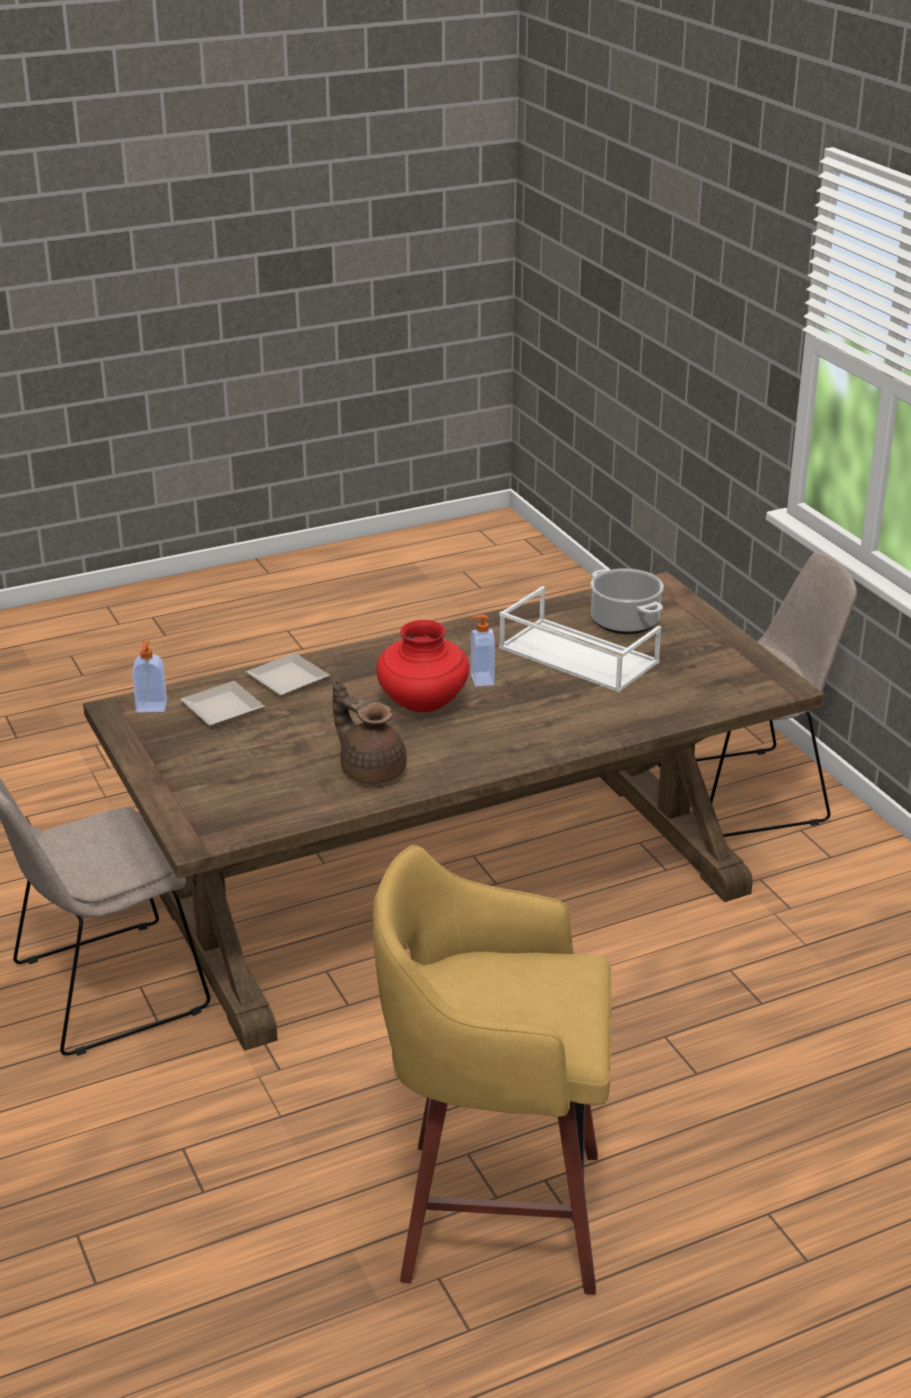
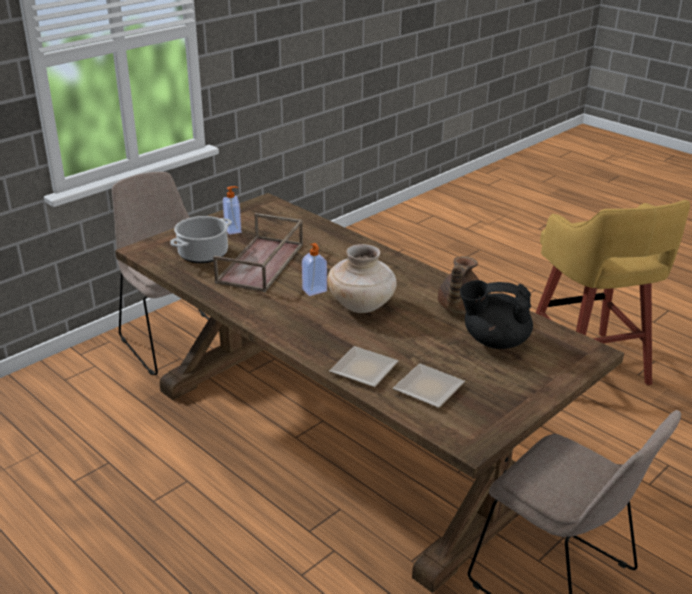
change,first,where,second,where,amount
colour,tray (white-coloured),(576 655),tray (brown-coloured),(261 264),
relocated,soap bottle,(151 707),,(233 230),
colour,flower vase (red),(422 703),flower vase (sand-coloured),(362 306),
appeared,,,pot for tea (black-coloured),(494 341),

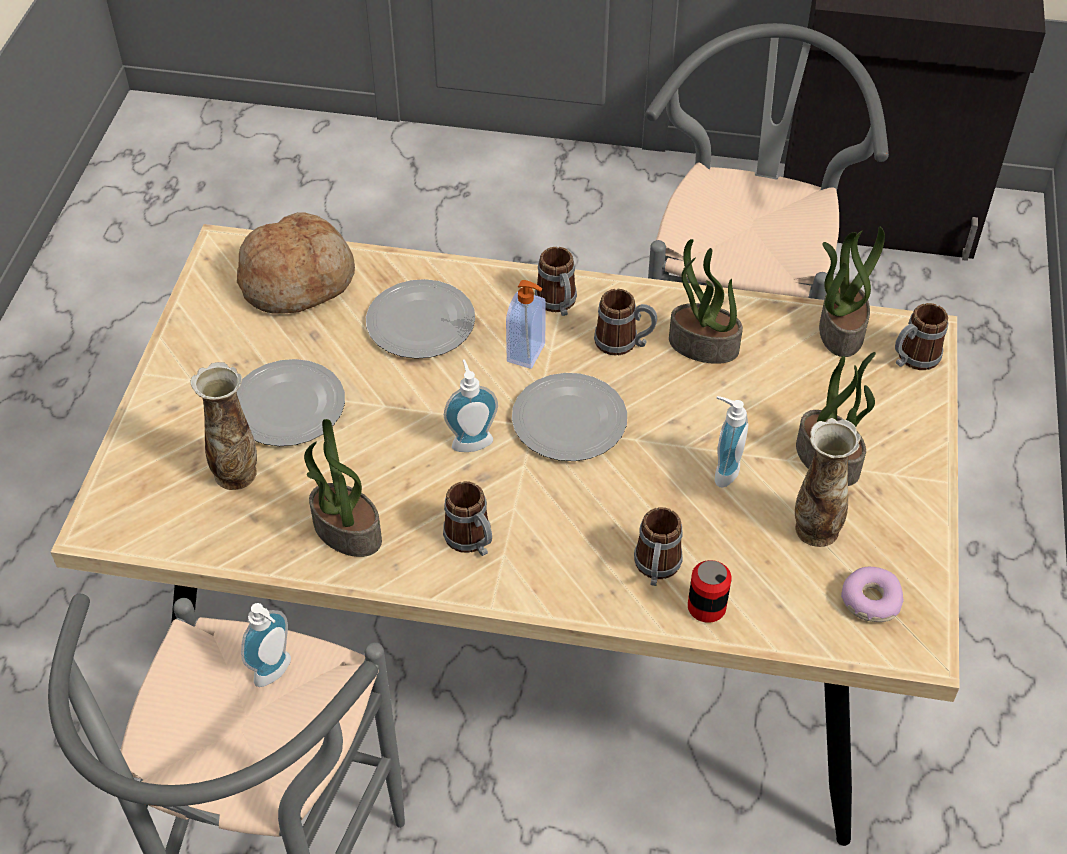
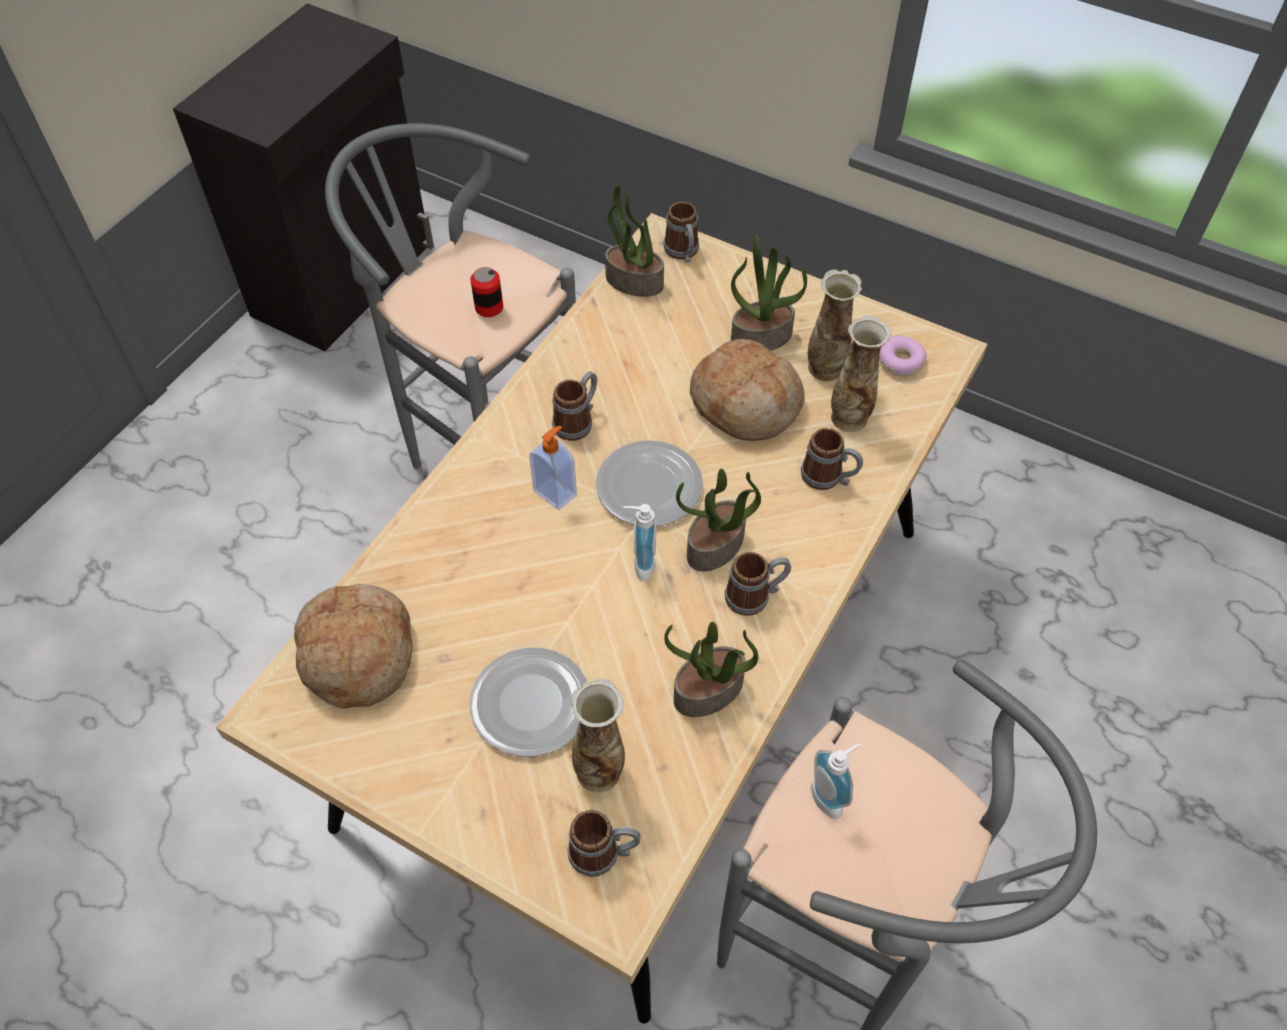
change,first,where,second,where,amount
relocated,metal can,(706 607),,(489 307),
relocated,mug,(558 304),,(603 853),
relocated,houseplant,(702 346),,(715 547),
exchanged,soap bottle,(722 470),bread,(746 403),
appeared,,,flower vase,(850 417),
missing,flat dish,(419 322),,,

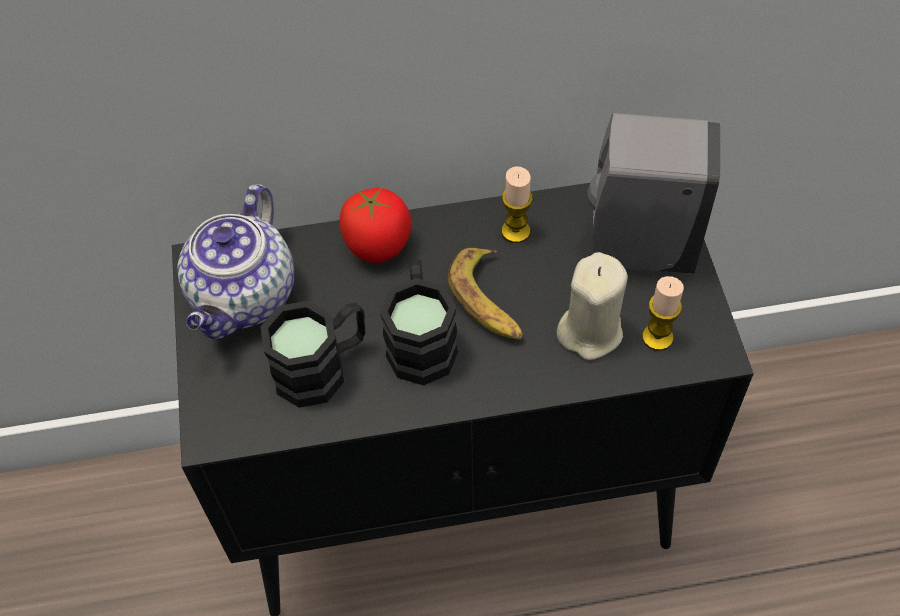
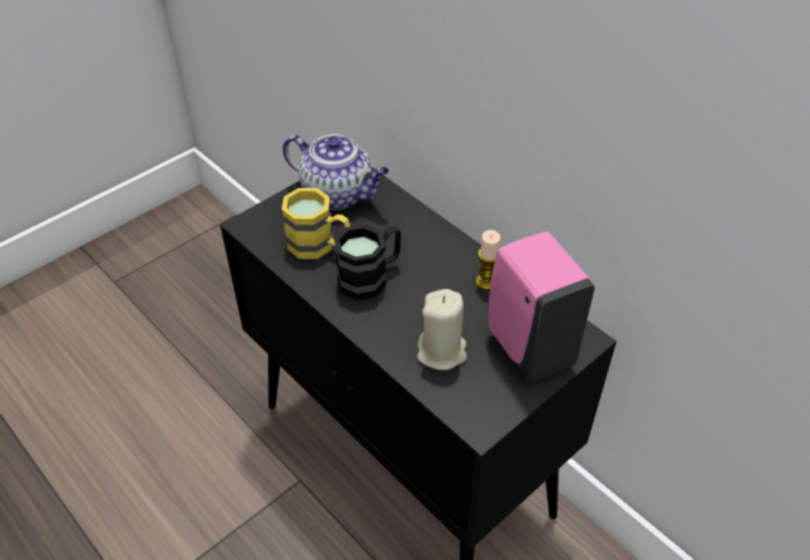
change,first,where,second,where,amount
colour,mug (black-coloured),(323 367),mug (yellow),(320 246),
spun,pot for tea,(244 299),,(339 194),135 degrees counterclockwise
colour,soap bottle (greyish),(636 248),soap bottle (pink-coloured),(528 347),
missing,whole tomato,(378 245),,,
missing,banana,(488 301),,,
missing,wax candle,(657 337),,,

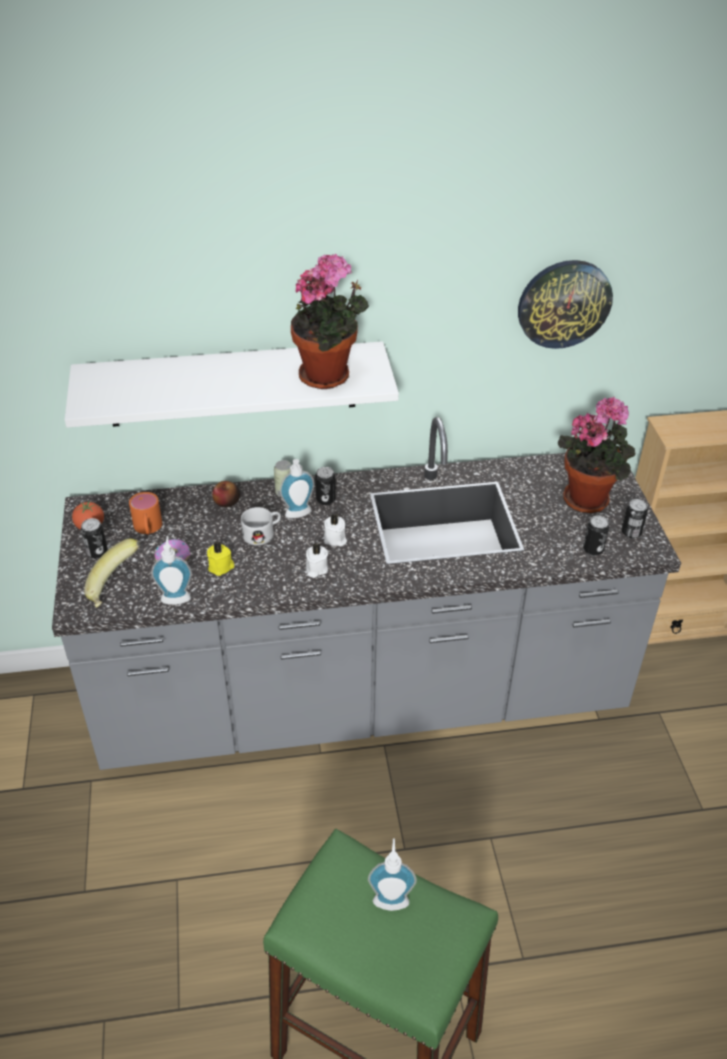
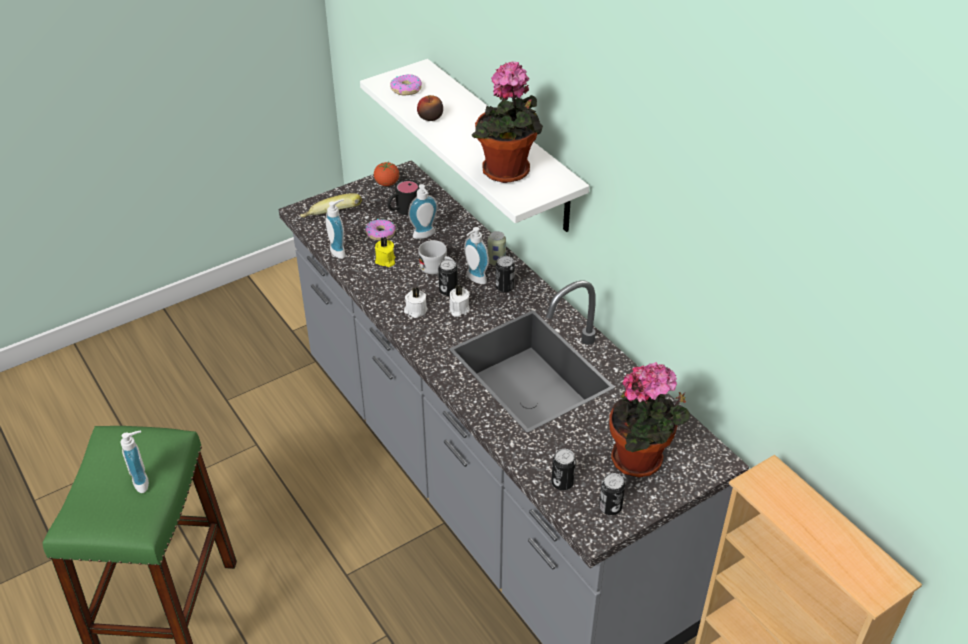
change,first,where,second,where,amount
colour,mug (orangey),(148 529),mug (black-coloured),(403 210),
appeared,,,doughnut,(406 89),
appeared,,,soap bottle,(425 236),
relocated,whole apple,(227 502),,(430 117),
relocated,metal can,(97 552),,(448 290),
missing,clock on the wall,(564 303),,,

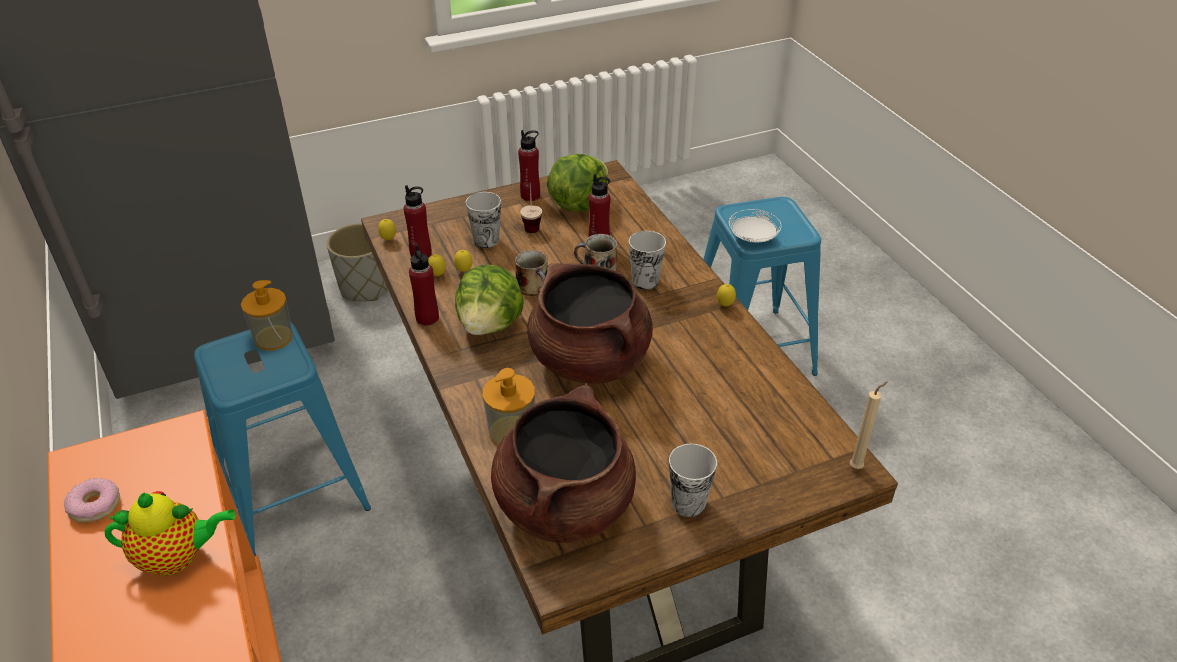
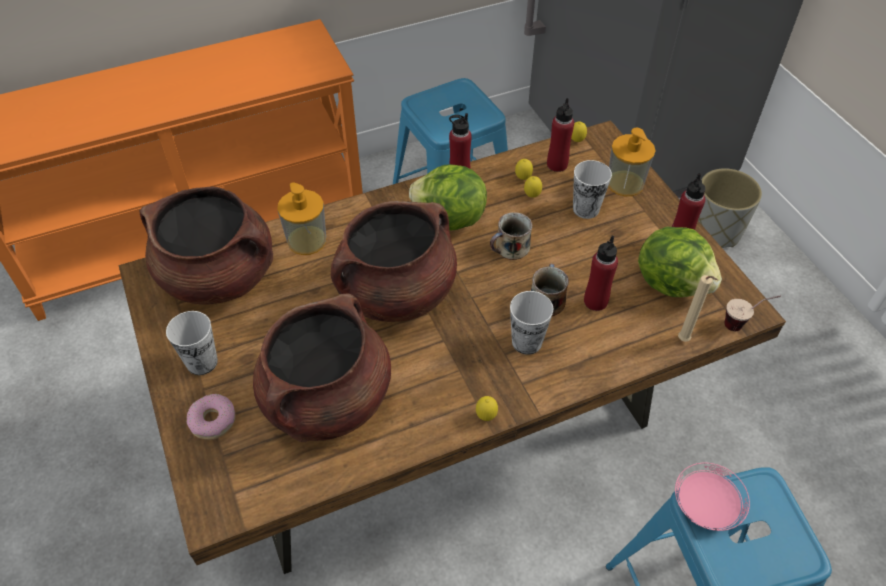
change,first,where,second,where,amount
relocated,doughnut,(95 506),,(212 420),
appeared,,,cooking pot (brown-coloured),(327 400),
relocated,soap bottle,(273 338),,(625 183),
colour,flat dish (white-coloured),(753 238),flat dish (pink-coloured),(705 506),
relocated,wax candle (sand-coloured),(857 466),,(684 341),
relocated,small cup,(531 224),,(743 324),
missing,pot for tea,(178 557),,,

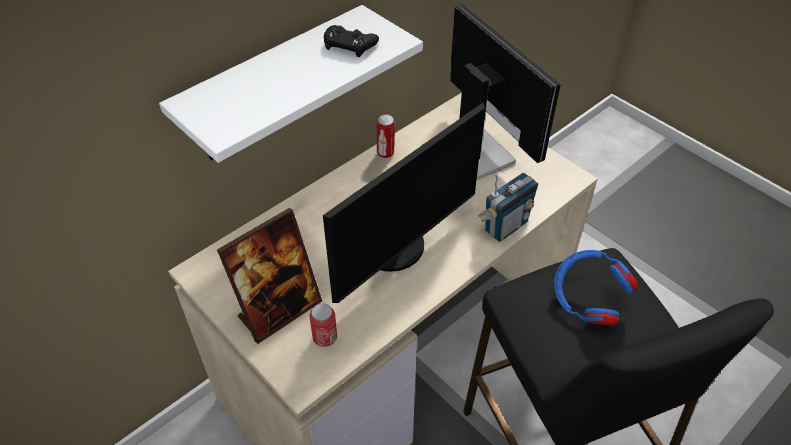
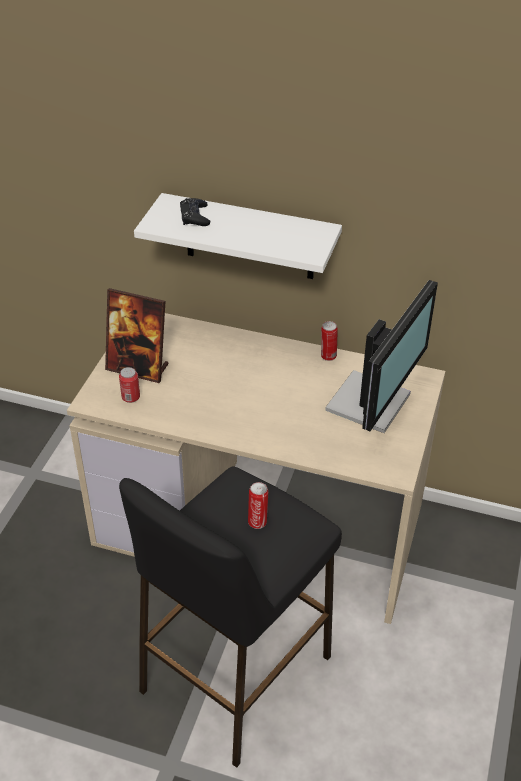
change,first,where,second,where,amount
relocated,joypad (black-coloured),(349 44),,(195 216),
exchanged,pair of headphones (bluish),(587 302),metal can,(257 521),
missing,computer display,(396 249),,,
missing,radio set,(505 226),,,

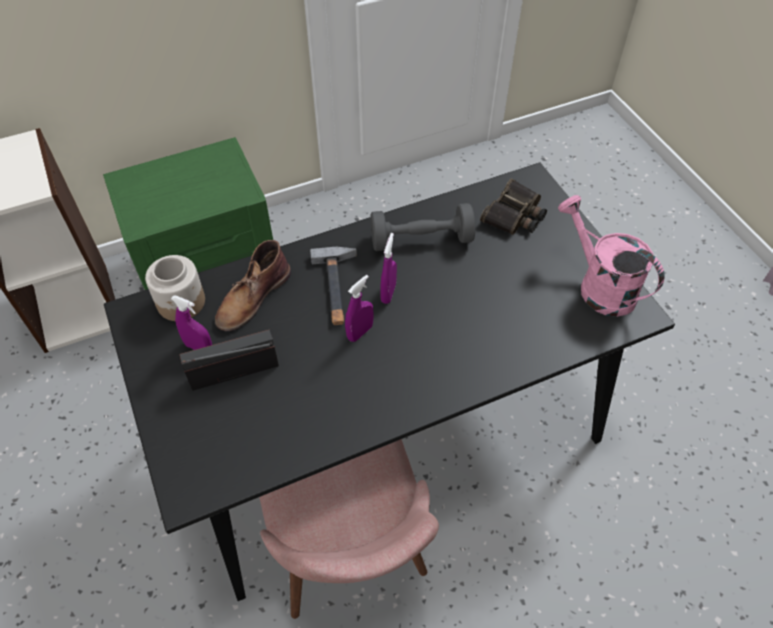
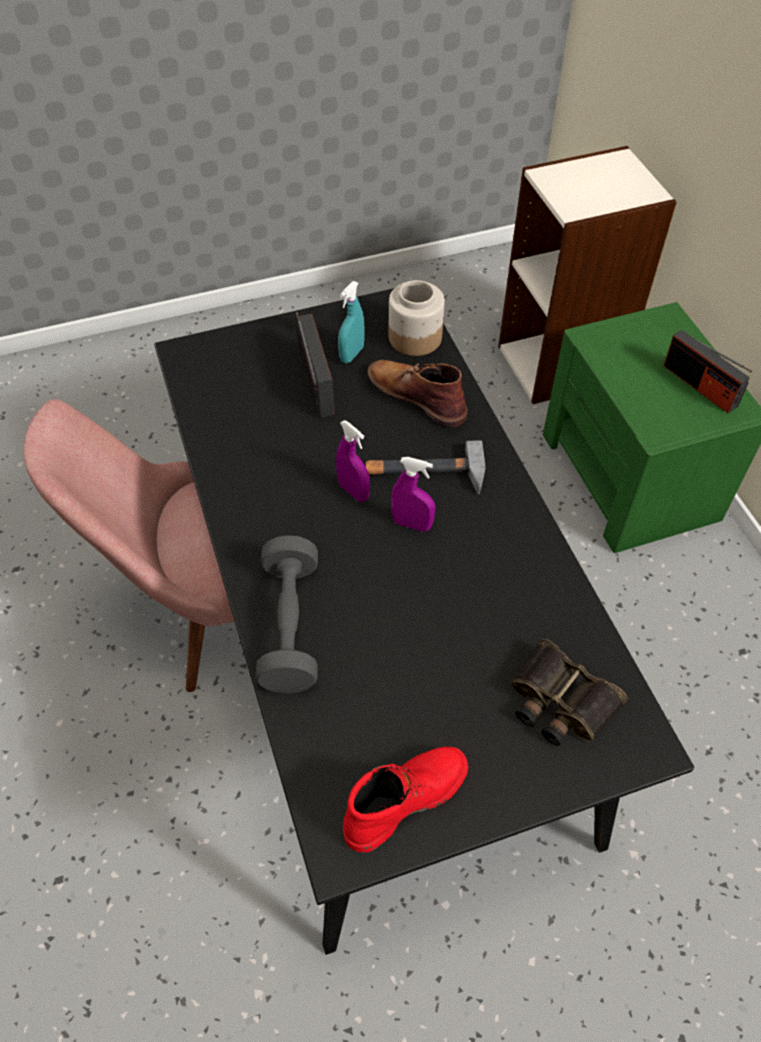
change,first,where,second,where,amount
relocated,free weight (greyish),(421 240),,(290 627),
colour,sprayer (purple),(199 347),sprayer (turquoise),(352 354),
exchanged,watering can (pink-coloured),(599 286),boot (red),(404 798),
appeared,,,radio set,(700 386),

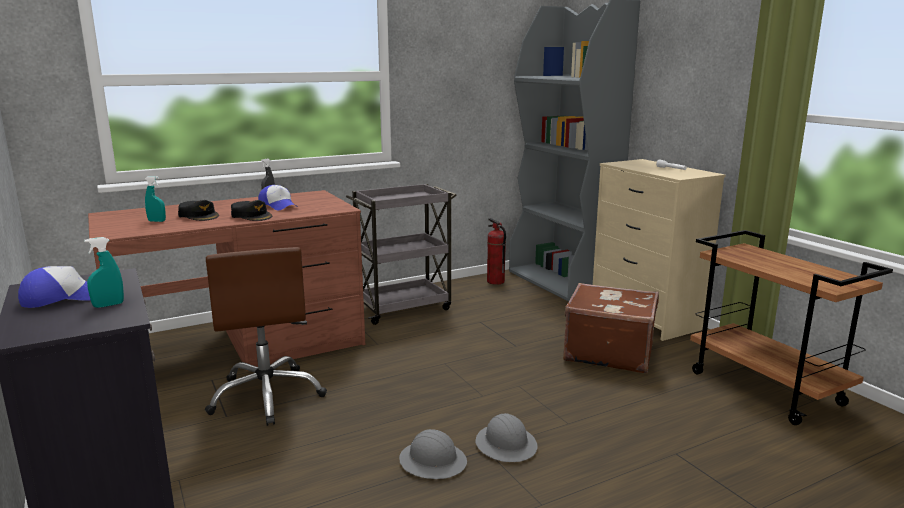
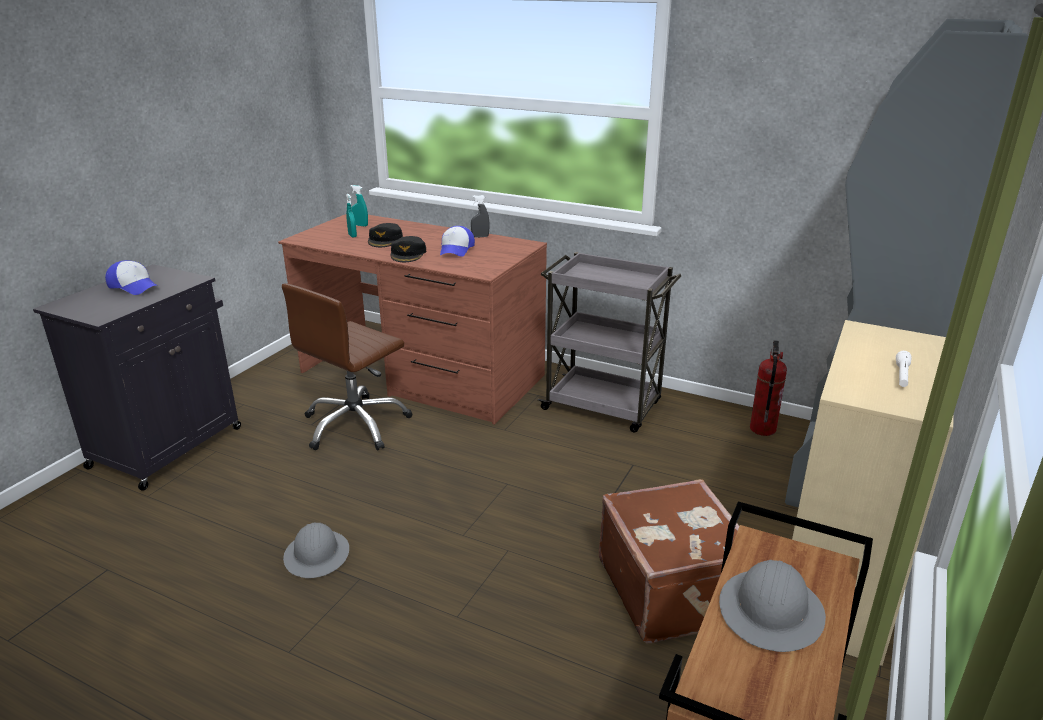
change,first,where,second,where,amount
relocated,sprayer (turquoise),(108 305),,(360 225),
relocated,hard hat (greyish),(506 445),,(771 611),

